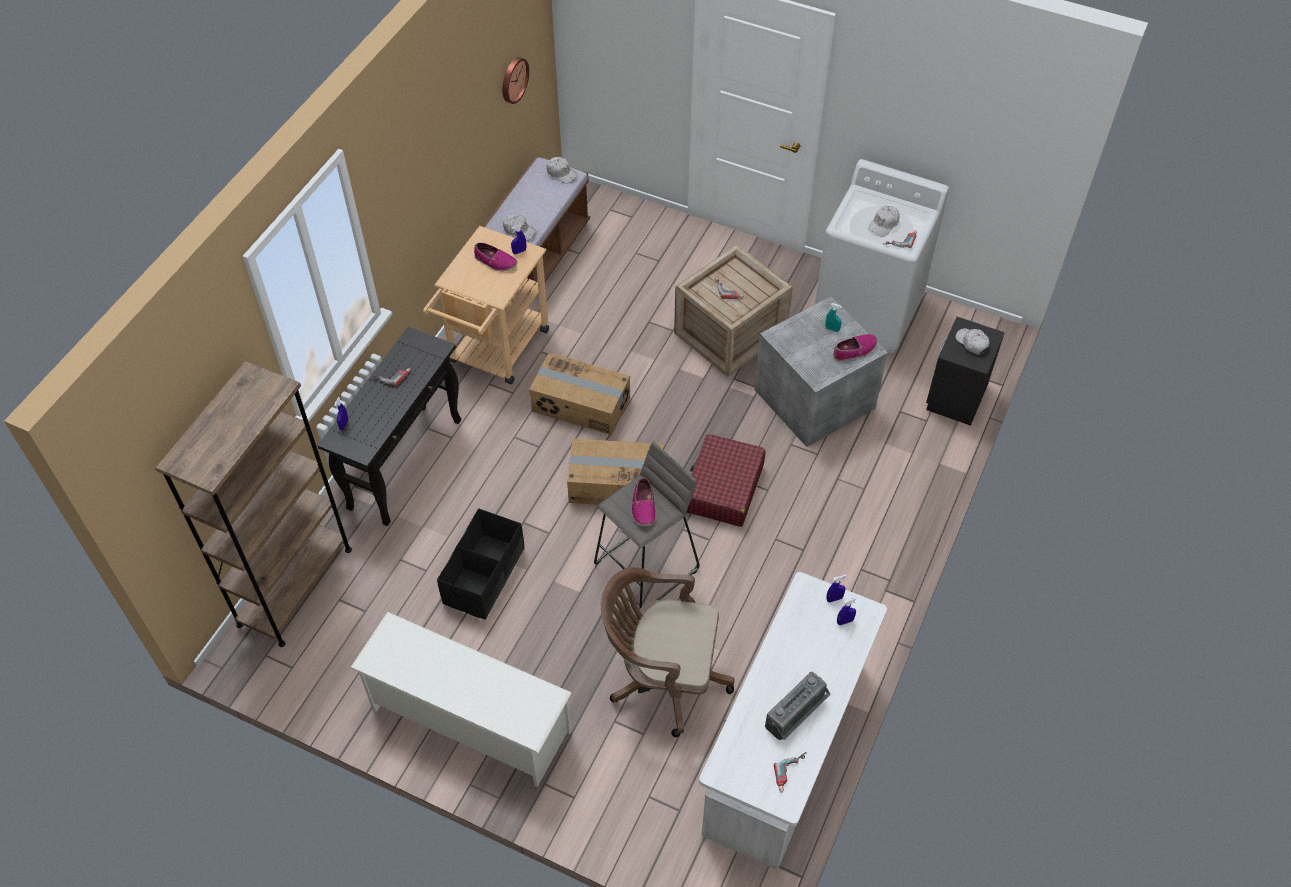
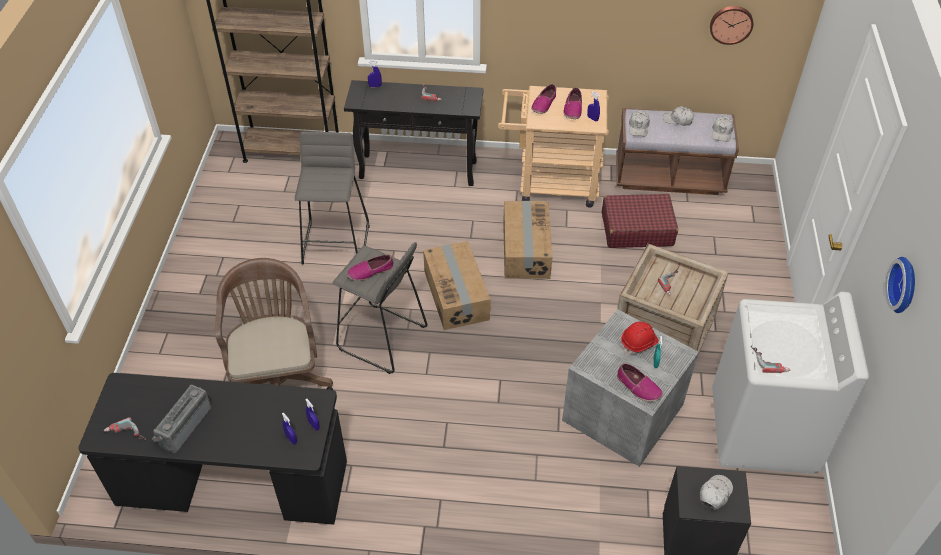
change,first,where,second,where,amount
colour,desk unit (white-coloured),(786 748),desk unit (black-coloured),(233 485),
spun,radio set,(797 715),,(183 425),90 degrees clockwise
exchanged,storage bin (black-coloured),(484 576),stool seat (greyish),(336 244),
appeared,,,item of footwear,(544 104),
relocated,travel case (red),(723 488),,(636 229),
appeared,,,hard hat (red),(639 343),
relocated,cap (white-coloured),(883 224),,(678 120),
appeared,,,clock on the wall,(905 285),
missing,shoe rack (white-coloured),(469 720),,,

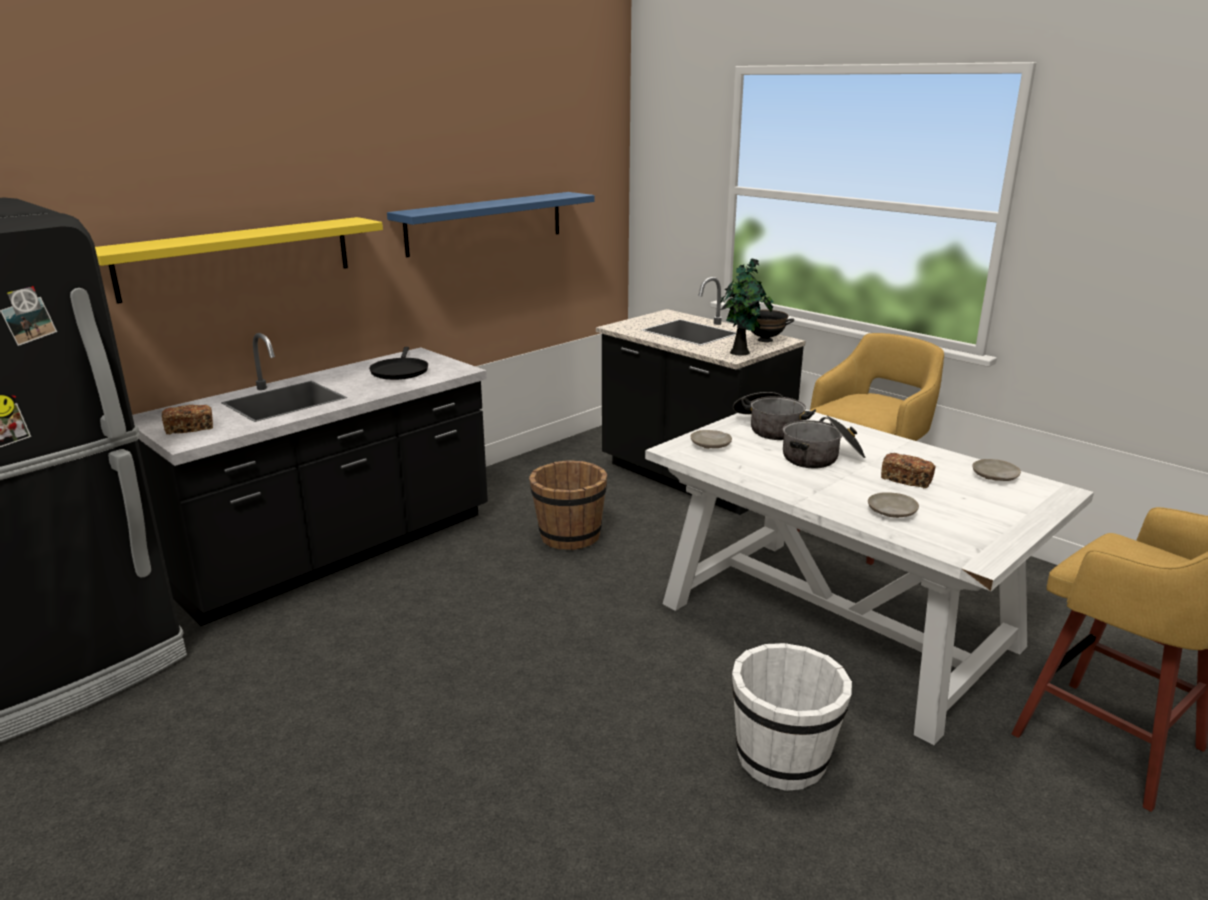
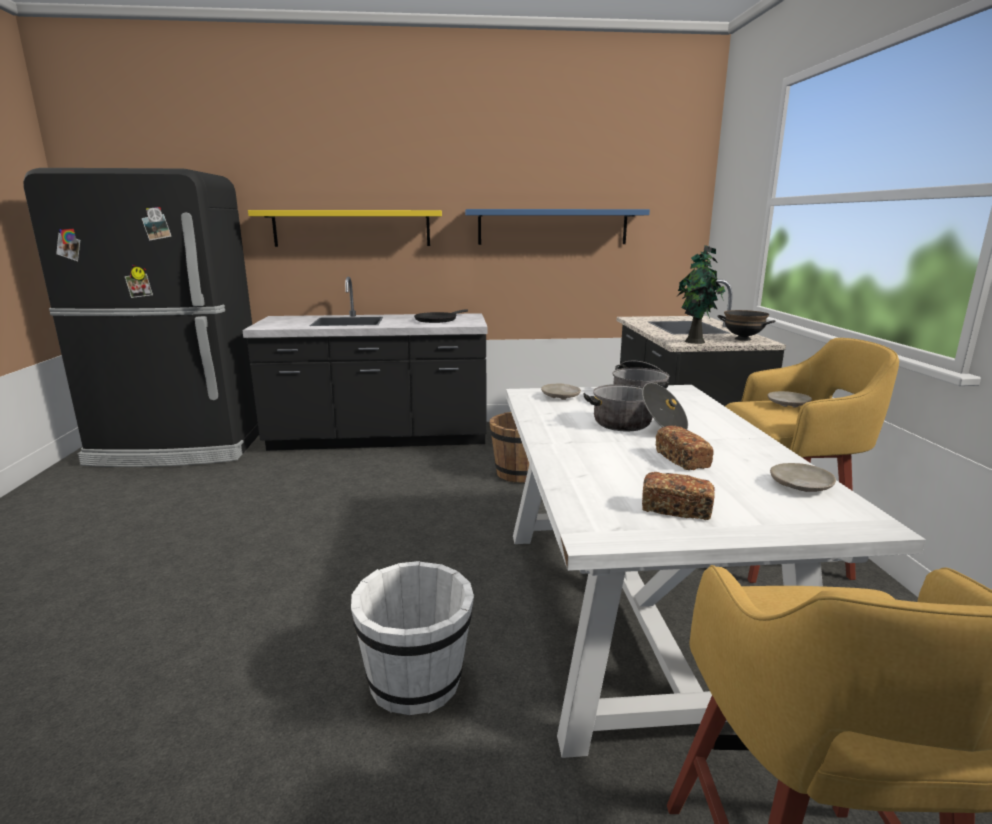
change,first,where,second,where,amount
relocated,bread,(190 428),,(676 509),
relocated,flat dish (sand-coloured),(891 512),,(787 405),

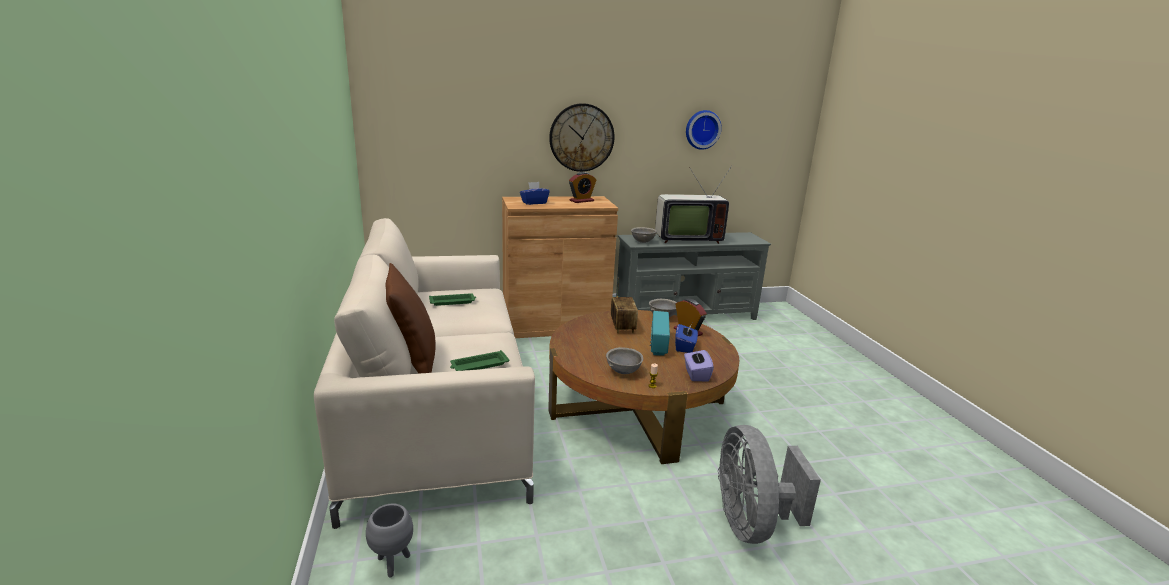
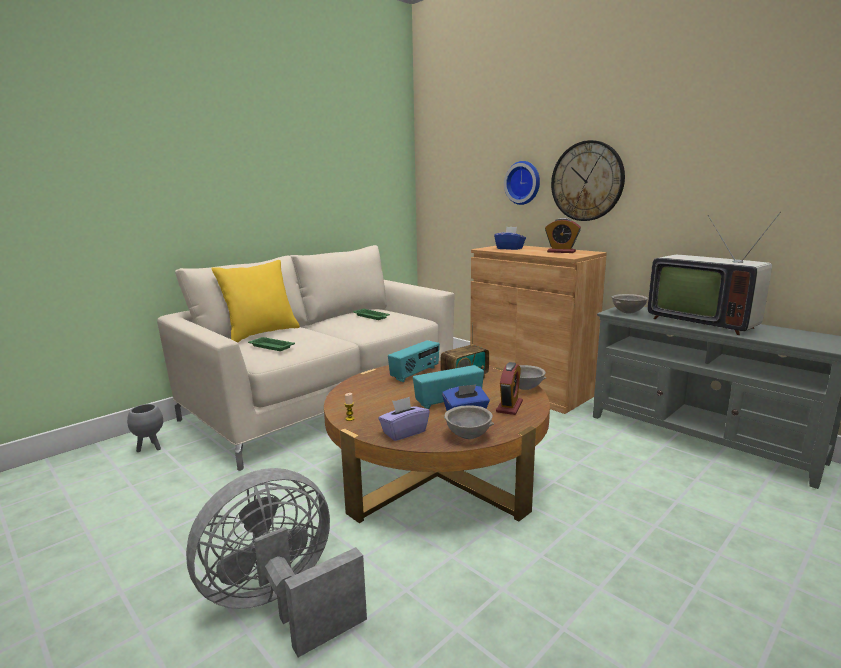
change,first,where,second,where,amount
colour,pillow (brown-coloured),(413 361),pillow (yellow),(261 333),
appeared,,,radio set,(415 374),
relocated,bowl (greyish),(624 372),,(468 436),
relocated,clock on the wall,(702 129),,(523 183),

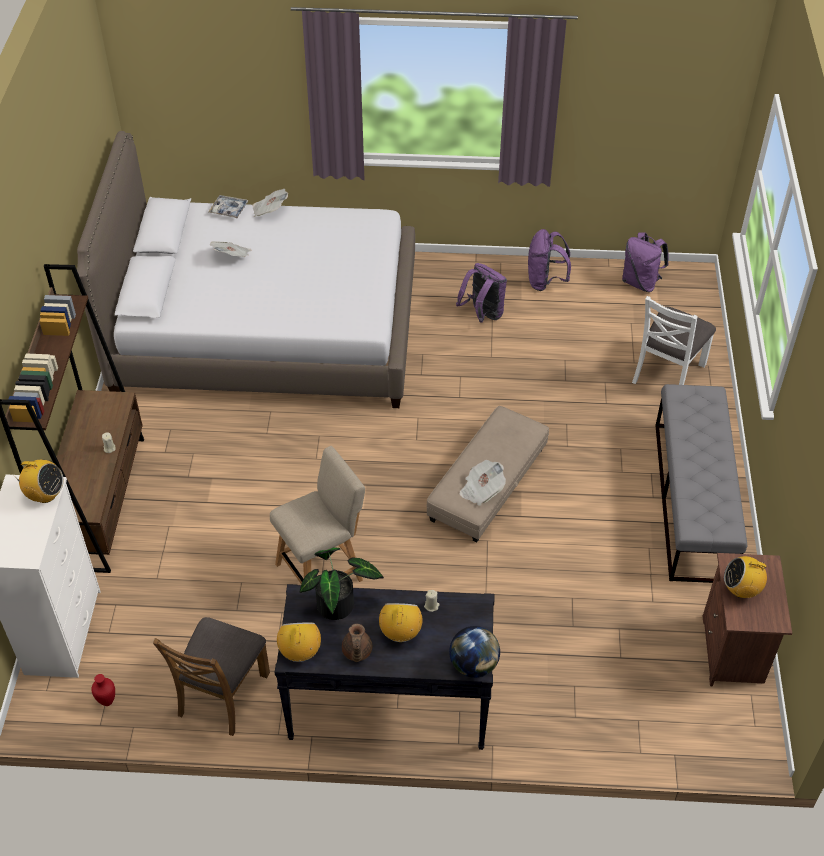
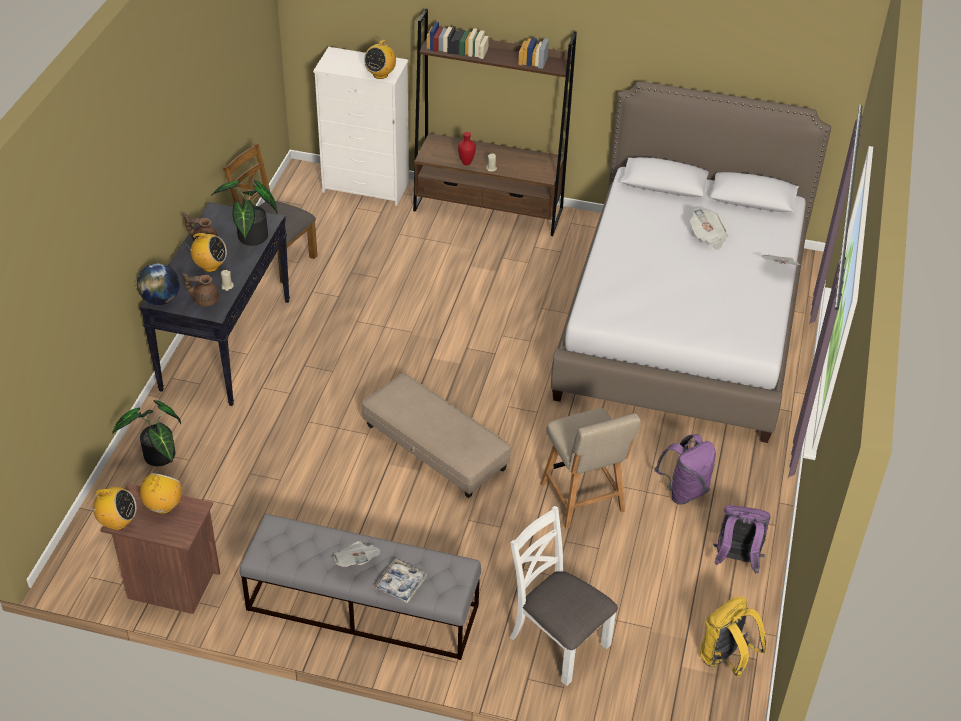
change,first,where,second,where,amount
relocated,radio set,(300 652),,(117 522),
appeared,,,houseplant,(159 458),
appeared,,,pot for tea (brown-coloured),(204 299),
relocated,daily paper,(481 490),,(357 562),
relocated,tray,(229 210),,(401 584),
relocated,flower vase (red),(106 702),,(466 163),
relocated,upright chair (sand-coloured),(323 570),,(584 500),
colour,backpack (purple),(640 282),backpack (yellow),(725 658),

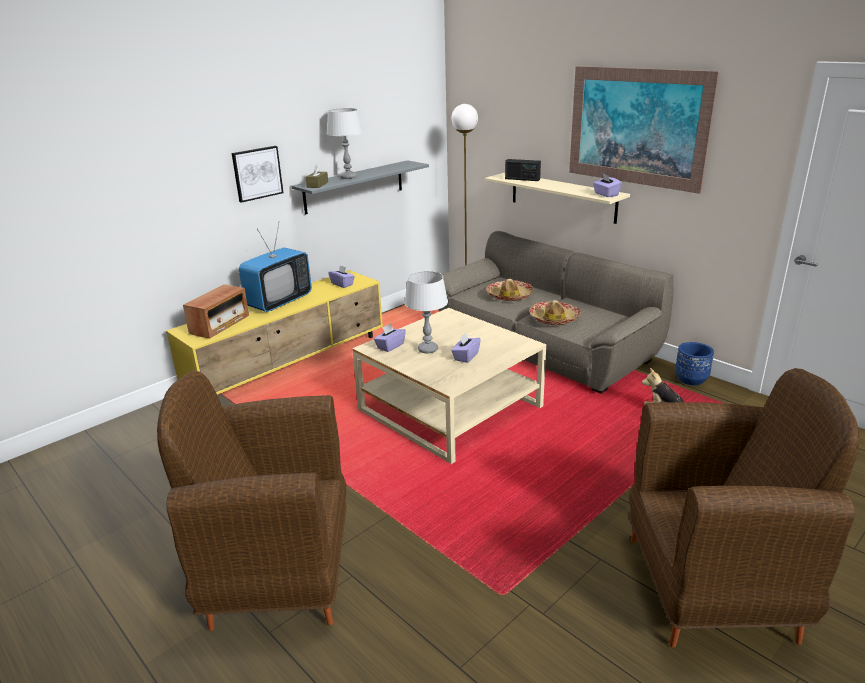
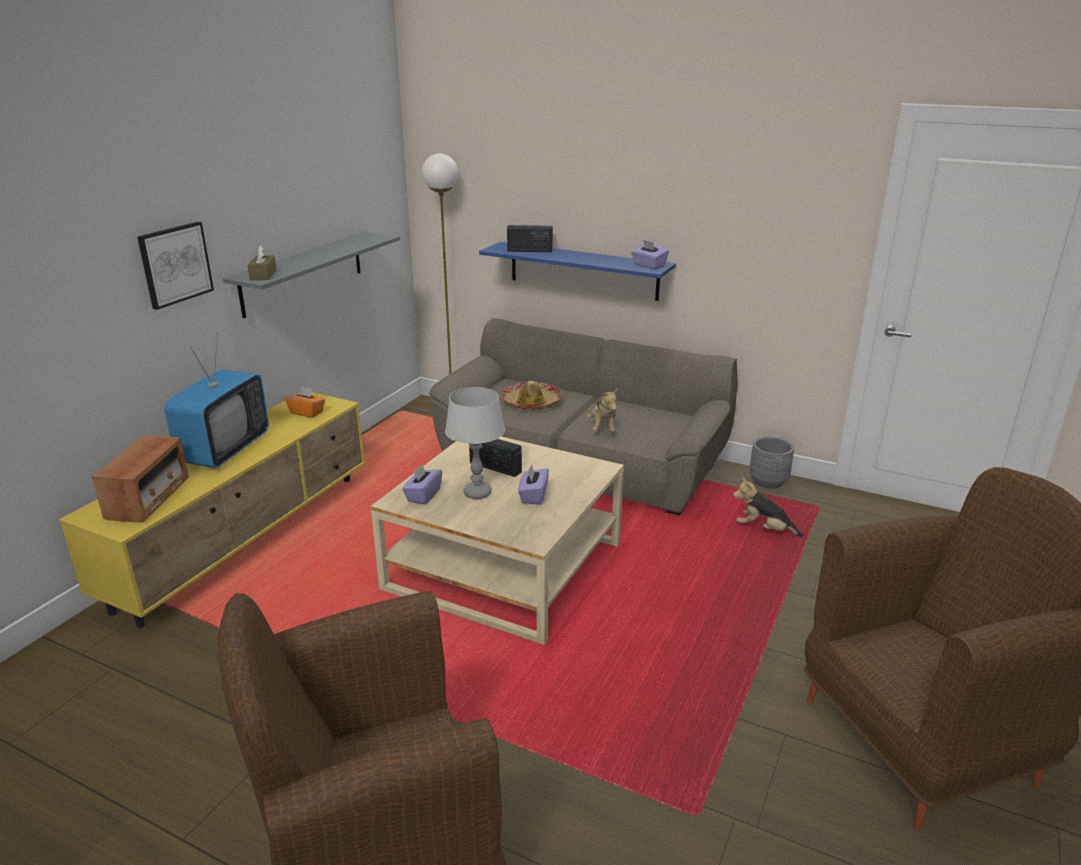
change,first,where,second,where,amount
colour,box of tissues (purple),(342 284),box of tissues (orangey),(307 412),
appeared,,,radio set,(495 467),
colour,wall shelf (sand-coloured),(562 197),wall shelf (bluish),(583 271),
exchanged,wearable hat,(554 319),plush toy,(603 428),
colour,planter (bluish),(691 379),planter (greyish),(768 482),
missing,table lamp (greyish),(348 177),,,
missing,wall picture,(637 127),,,

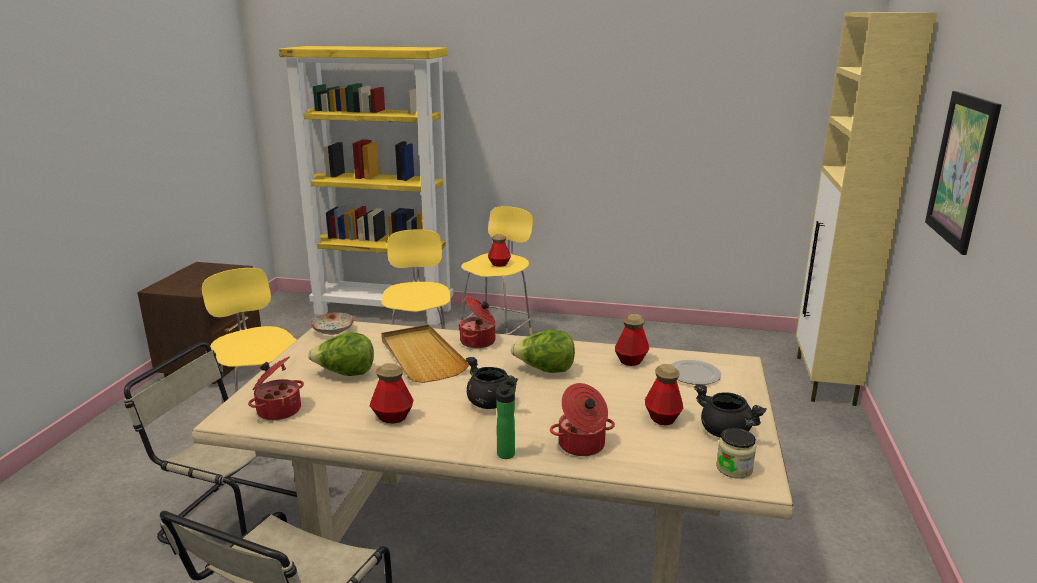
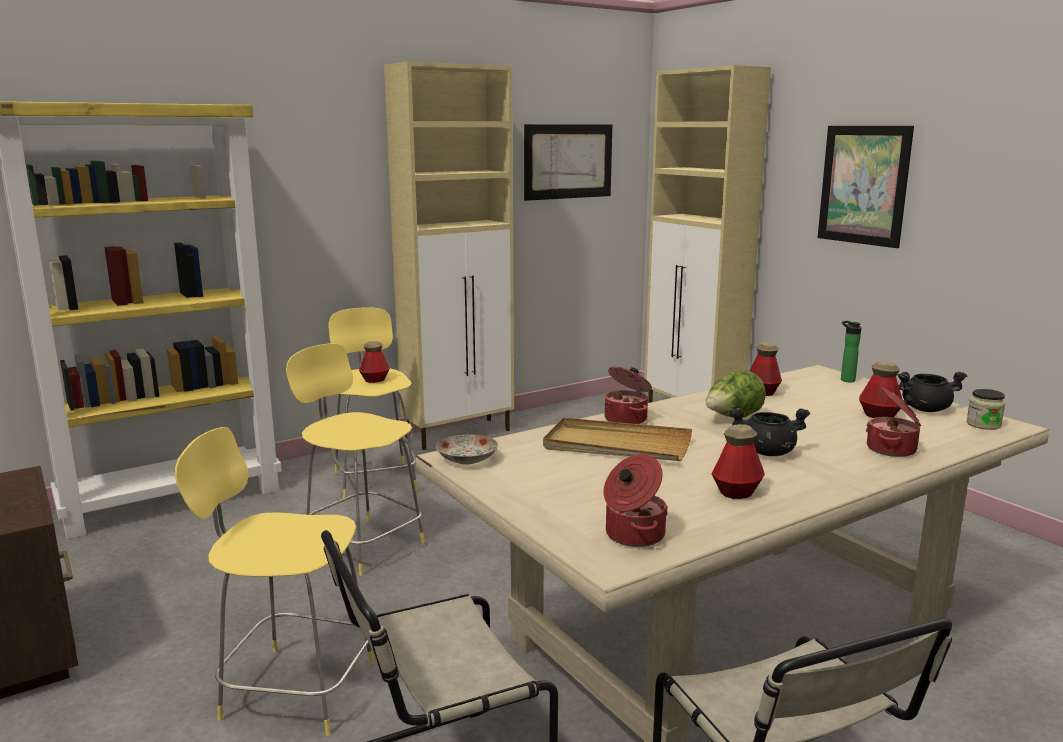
change,first,where,second,where,amount
appeared,,,storage cabinet (sand-coloured),(459 433),
appeared,,,wall picture,(568 161),
relocated,drink bottle,(507 452),,(846 380),
missing,lettuce head,(345 374),,,
missing,flat dish,(693 375),,,

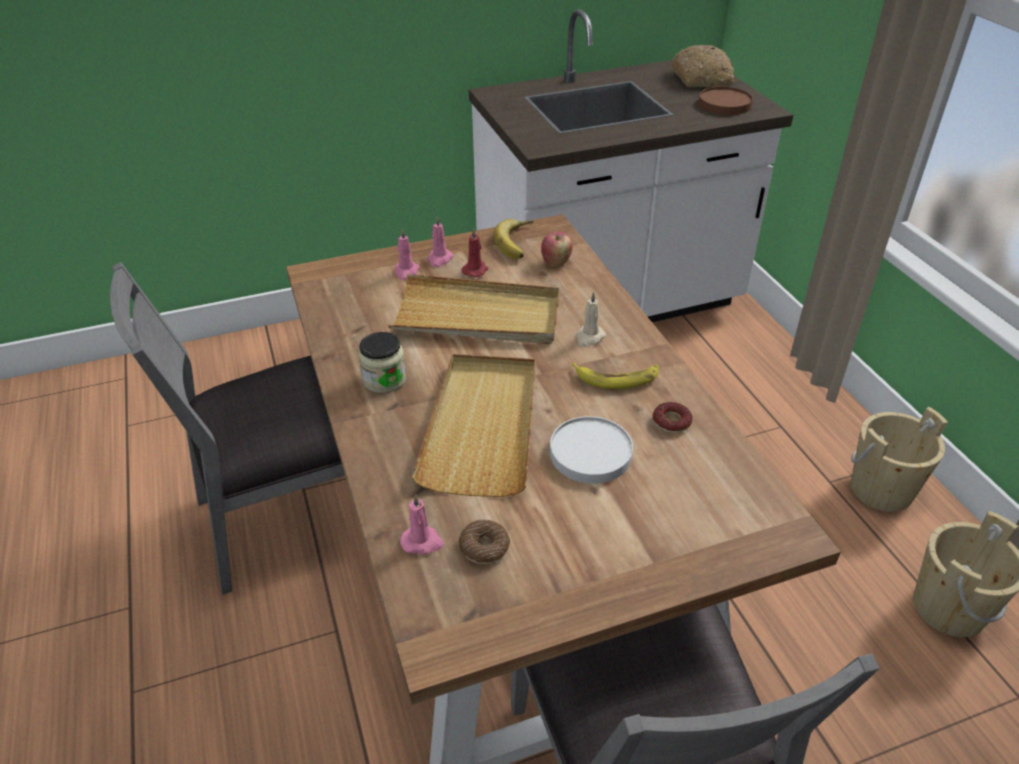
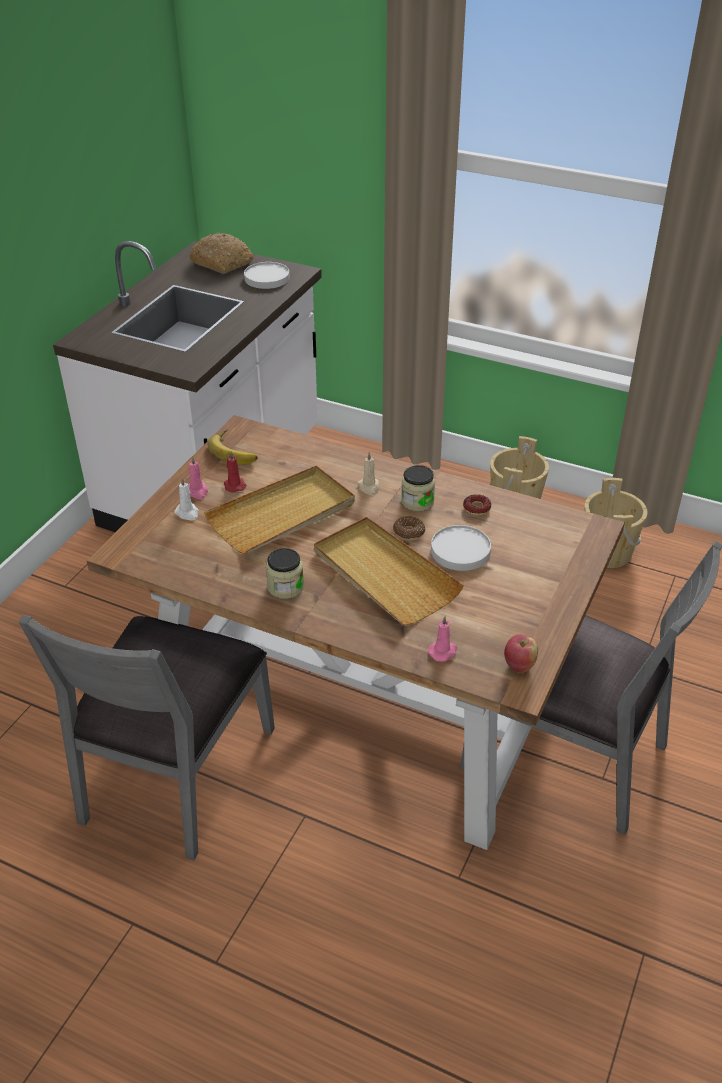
change,first,where,second,where,amount
colour,wax candle (pink-coloured),(406 272),wax candle (white-coloured),(187 513),
colour,flat dish (brown-coloured),(725 104),flat dish (white-coloured),(267 278),
relocated,doughnut,(484 547),,(408 533),
exchanged,banana,(617 378),storage jar,(417 501),
relocated,whole apple,(556 262),,(519 665),

